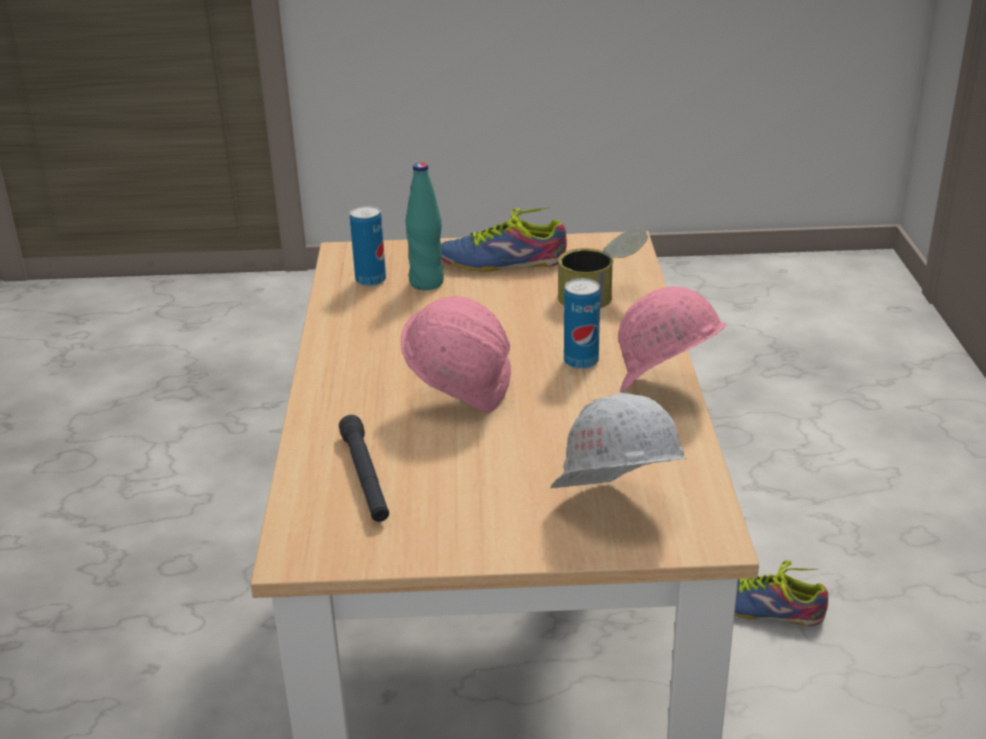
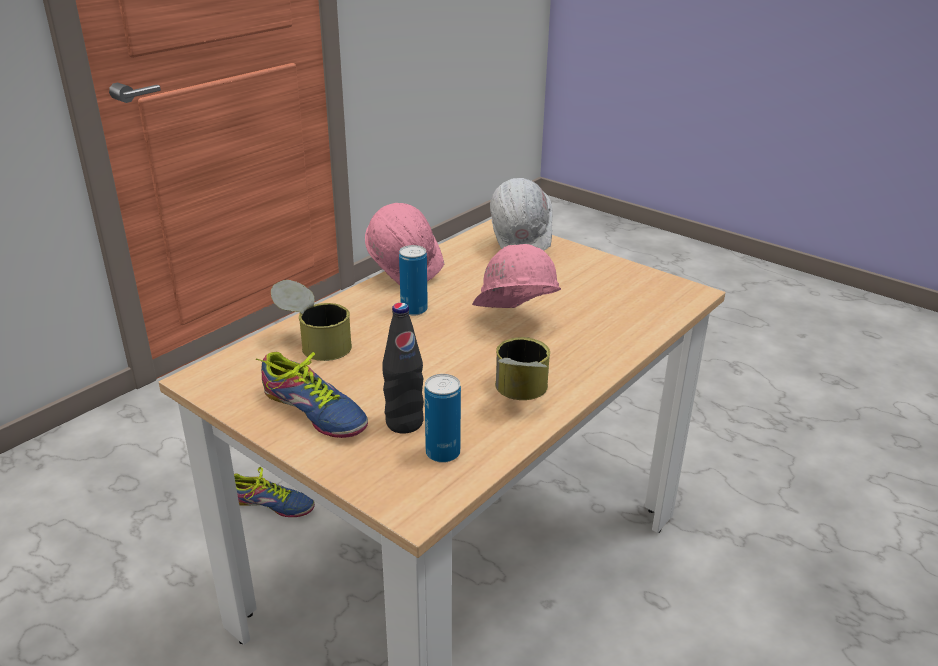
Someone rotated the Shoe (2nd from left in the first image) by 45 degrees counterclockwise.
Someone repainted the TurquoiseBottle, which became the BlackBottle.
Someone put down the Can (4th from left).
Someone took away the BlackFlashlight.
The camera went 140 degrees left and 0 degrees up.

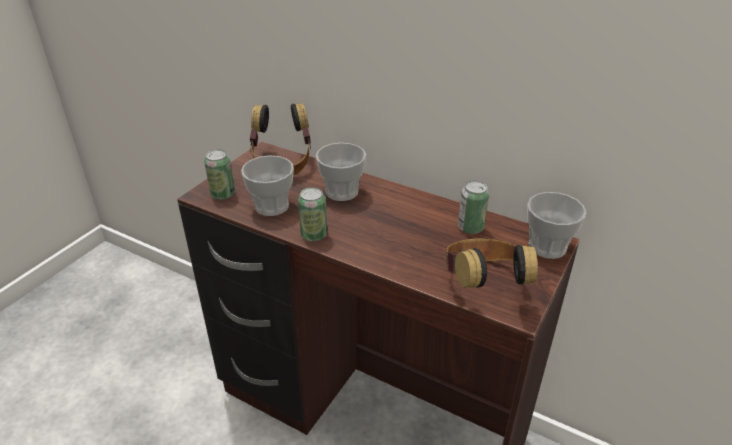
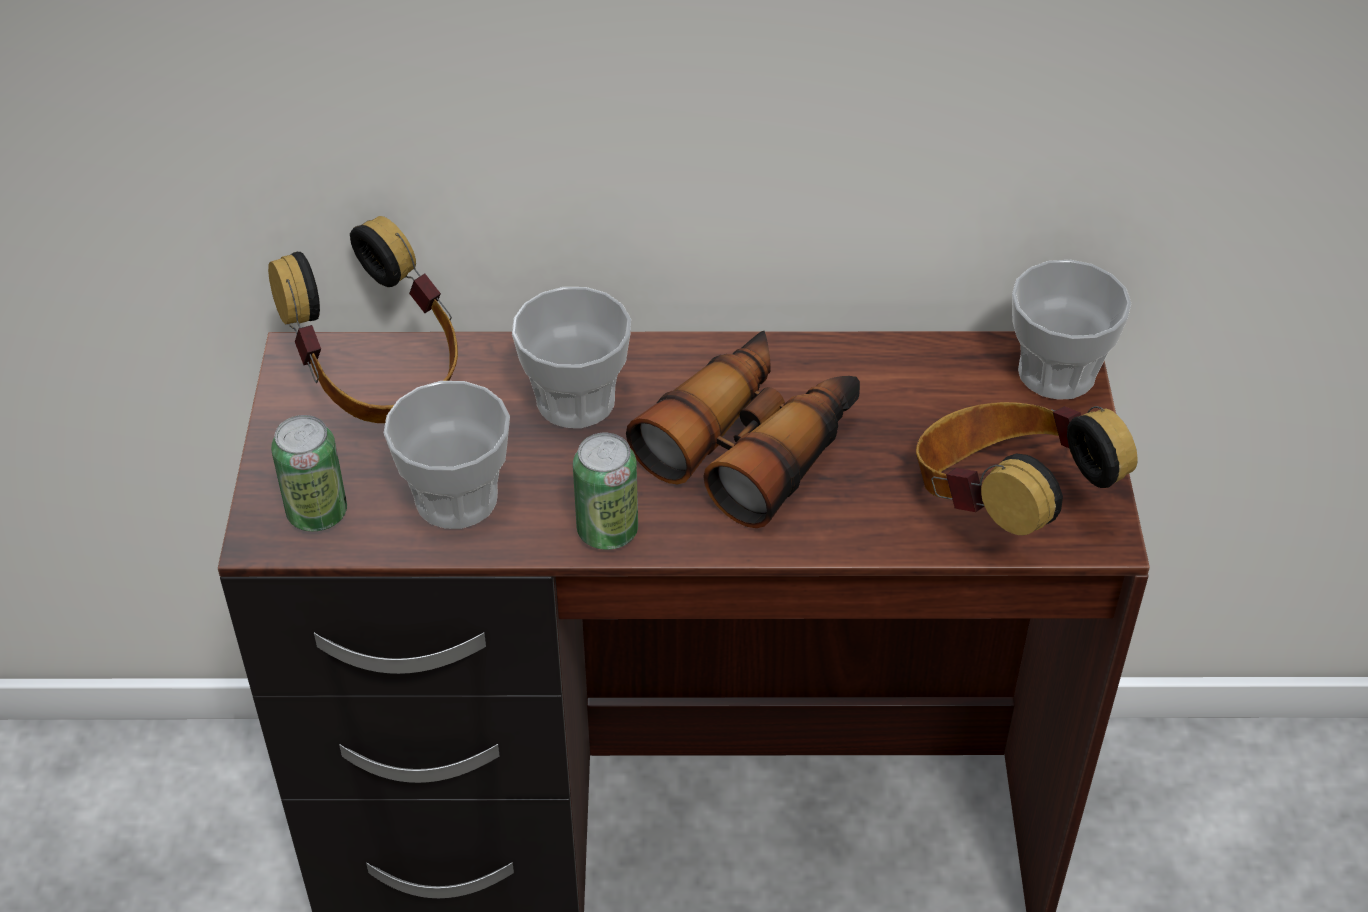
Someone put down the Binoculars.
Someone took away the Can (3rd from left).
The camera went 30 degrees left and 10 degrees up.

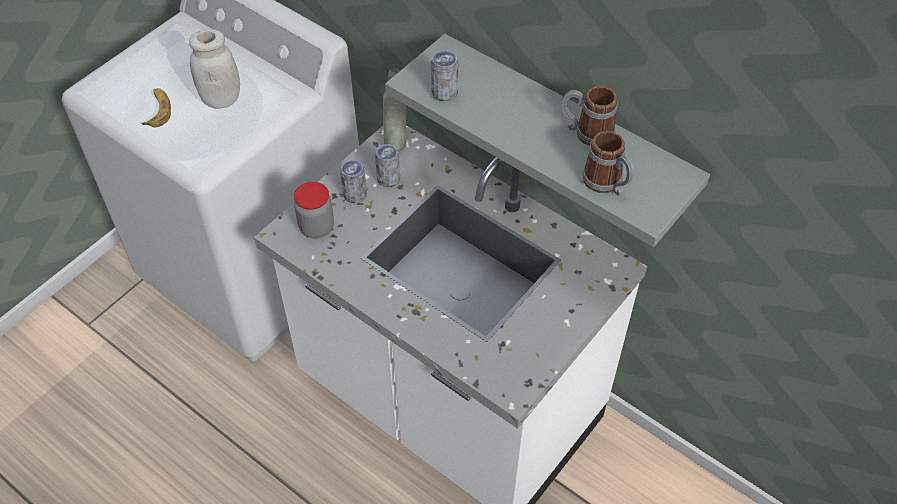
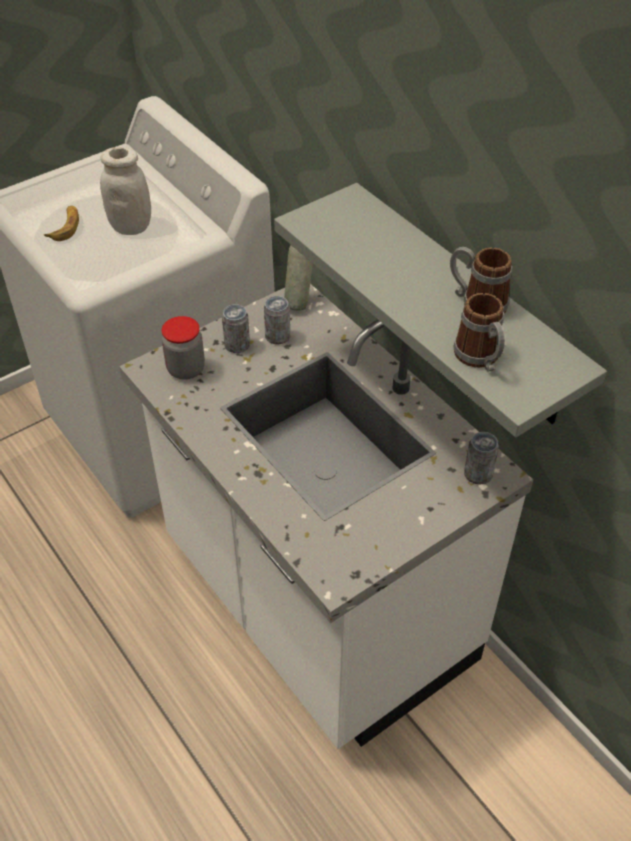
Someone carried the Can (3rd from left).
The camera went 15 degrees right and 5 degrees down.

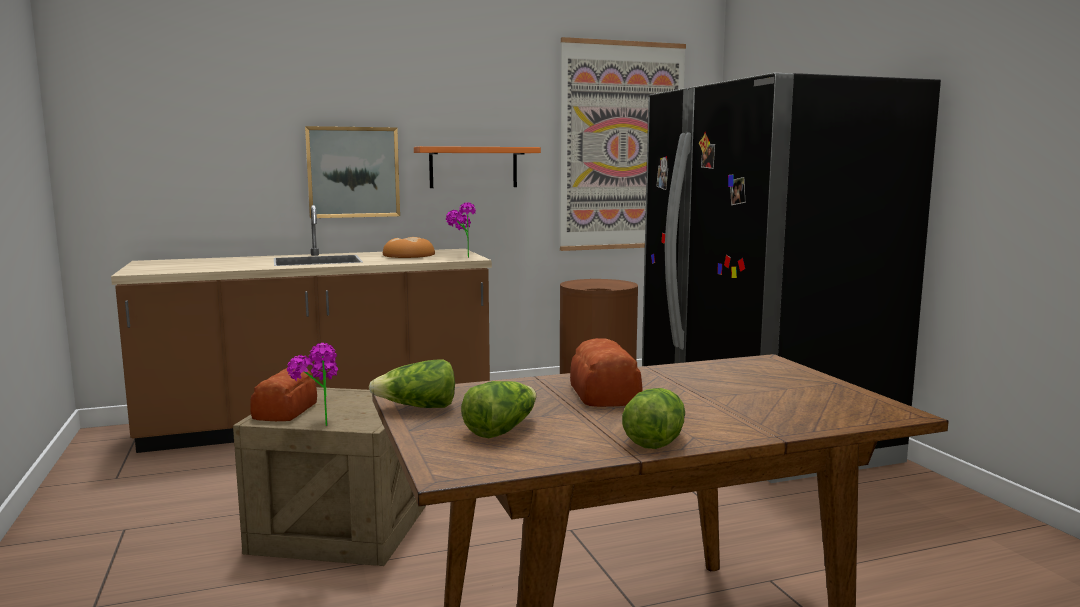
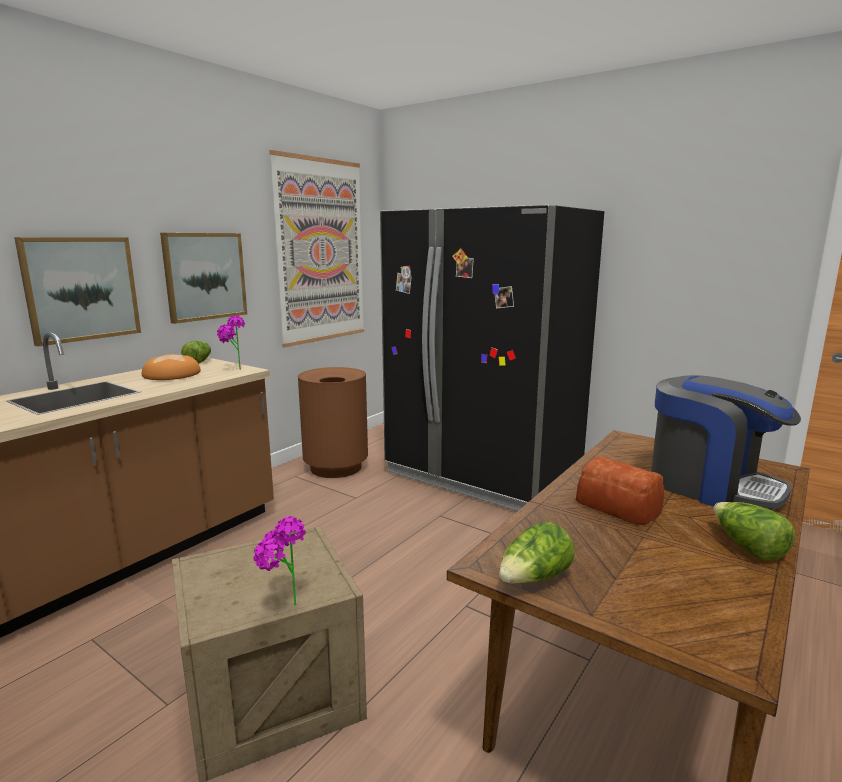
Someone swapped the OrangeShelf for the Picture (2nd from left).
Someone carried the Lettuce (2nd from left in the first image).
Someone put down the CoffeeMachine.
Someone took away the Bread (1st from left).
The camera went 35 degrees left and 5 degrees up.

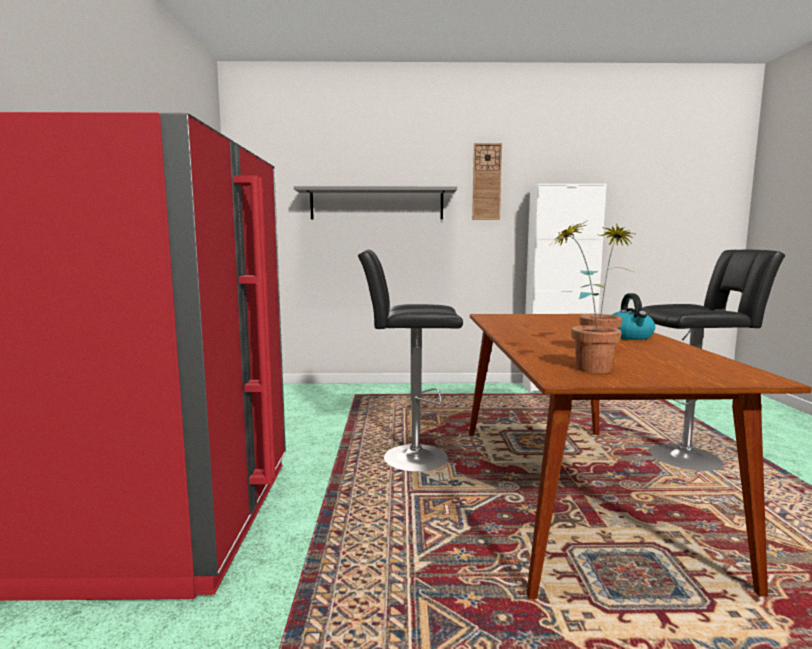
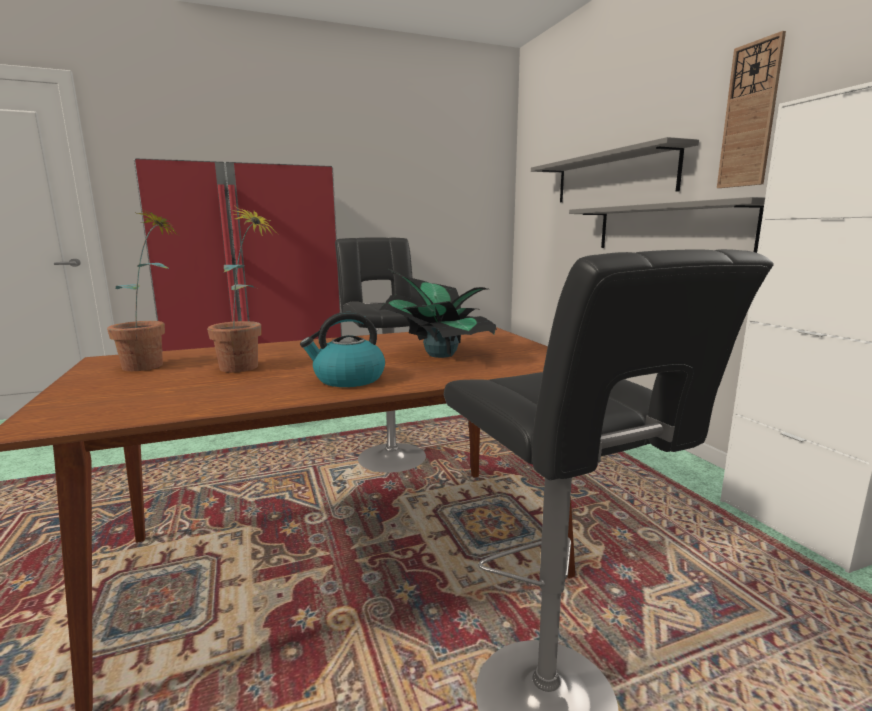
Someone put down the PottedPlant (3rd from left).
Someone put up the GreyShelf (2nd from left).
The camera went 70 degrees right and 5 degrees up.

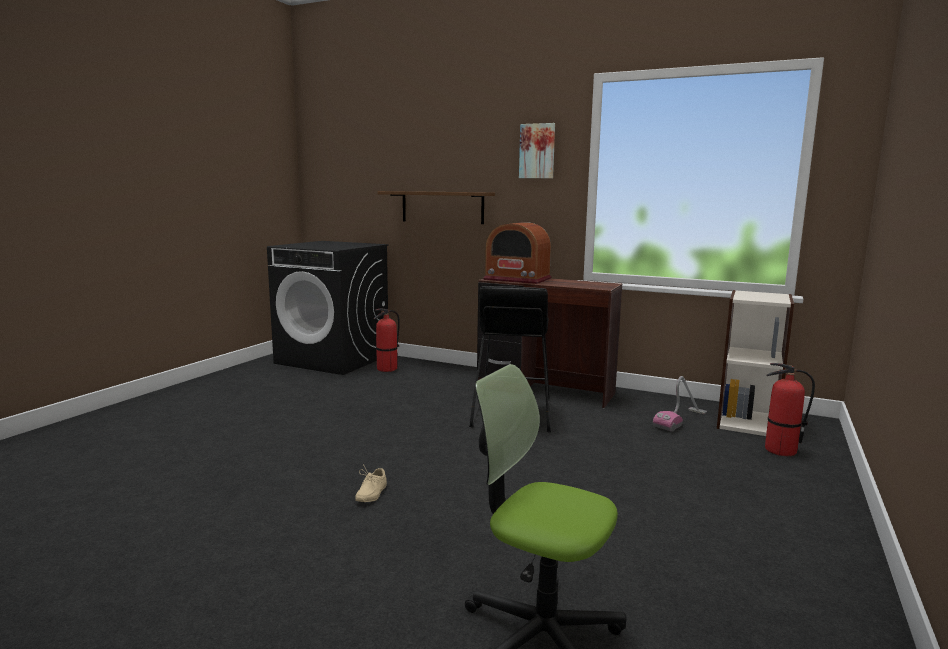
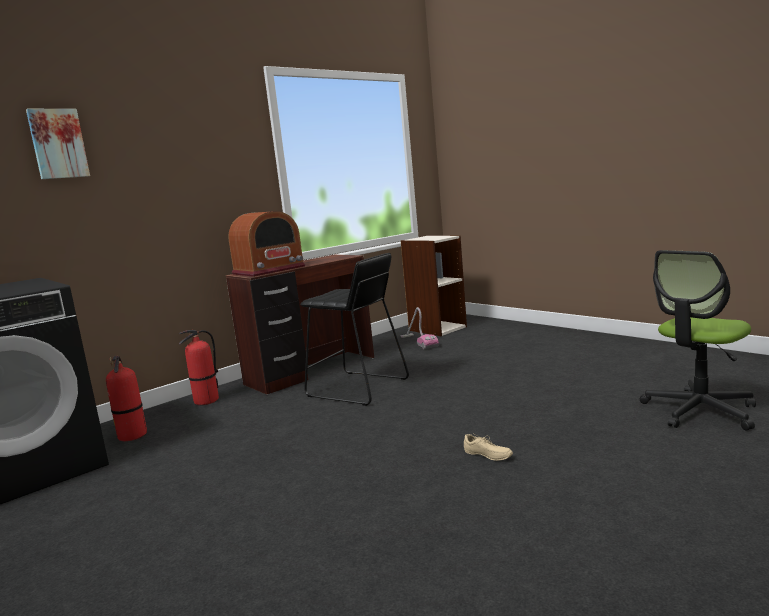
Someone carried the Picture.
Someone carried the FireExtinguisher (2nd from left).
Someone took away the BrownShelf.
The camera went 65 degrees left and 0 degrees up.

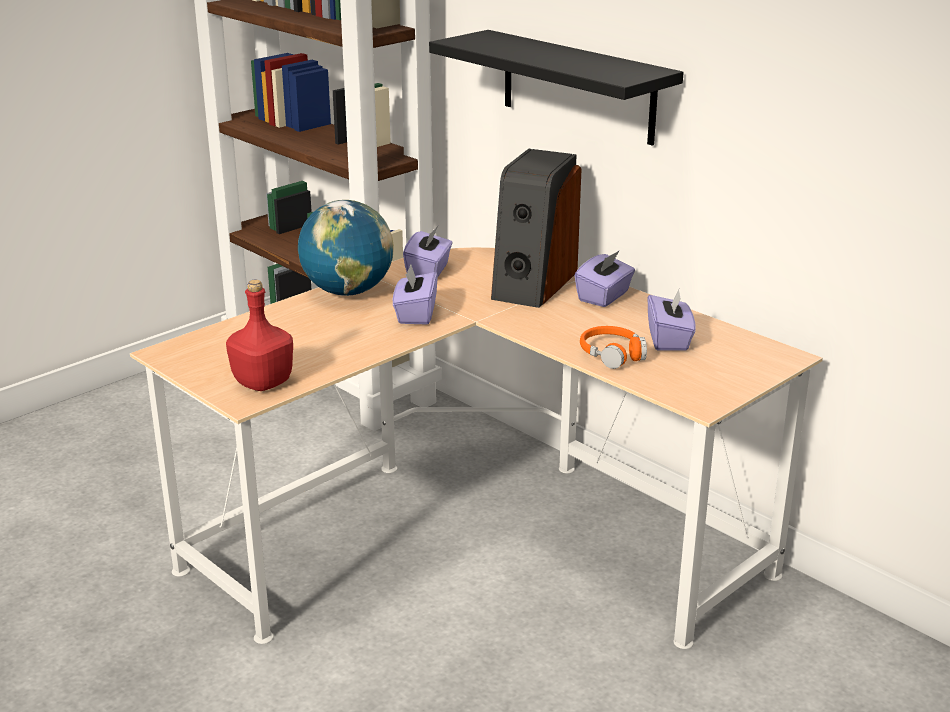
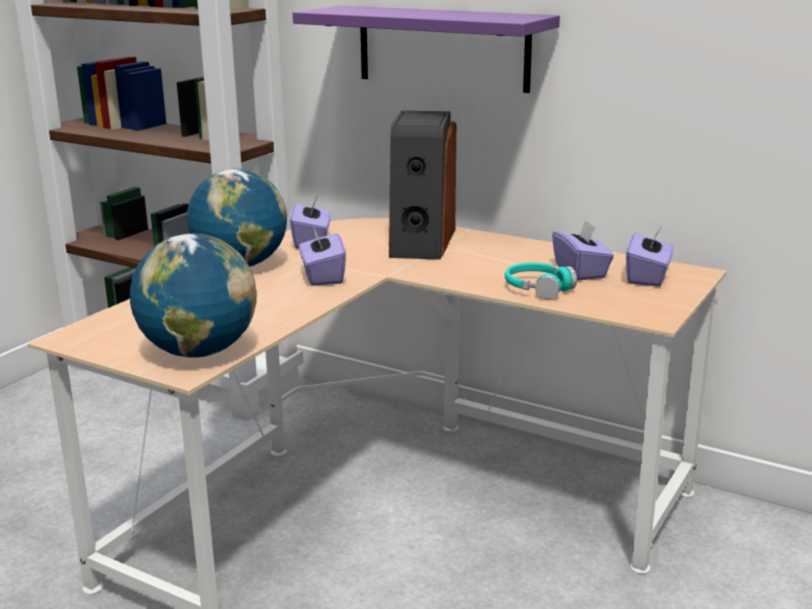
Someone swapped the RedBottle for the Globe (1st from left).
Someone repainted the BlackShelf, which became the PurpleShelf.
Someone repainted the OrangeHeadphones, which became the TurquoiseHeadphones.
Someone carried the PurpleTissueBox (3rd from left in the first image).
The camera went 15 degrees left and 5 degrees down.

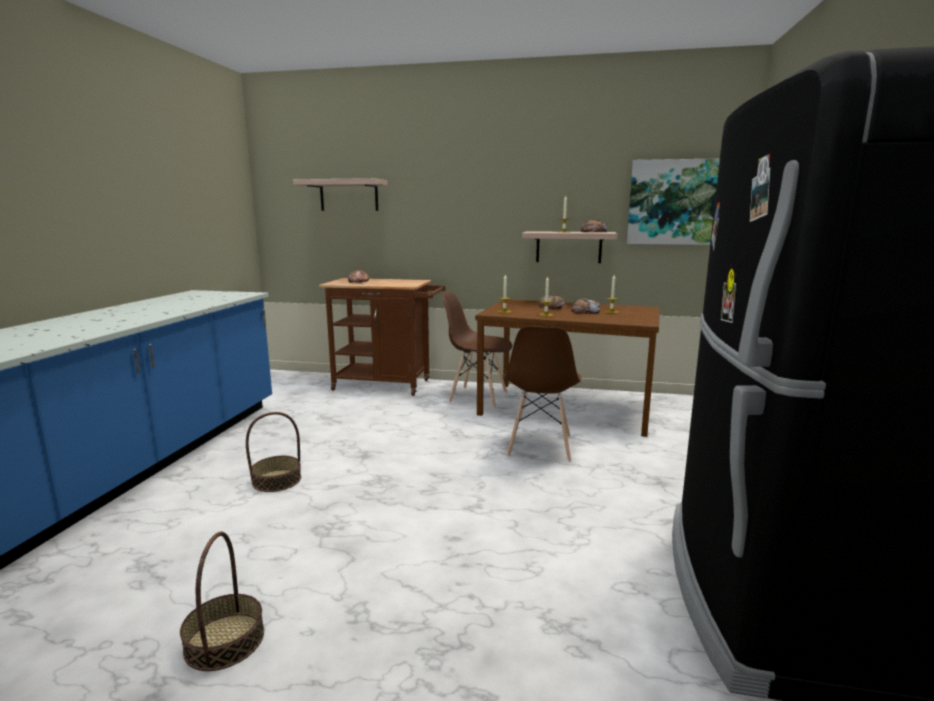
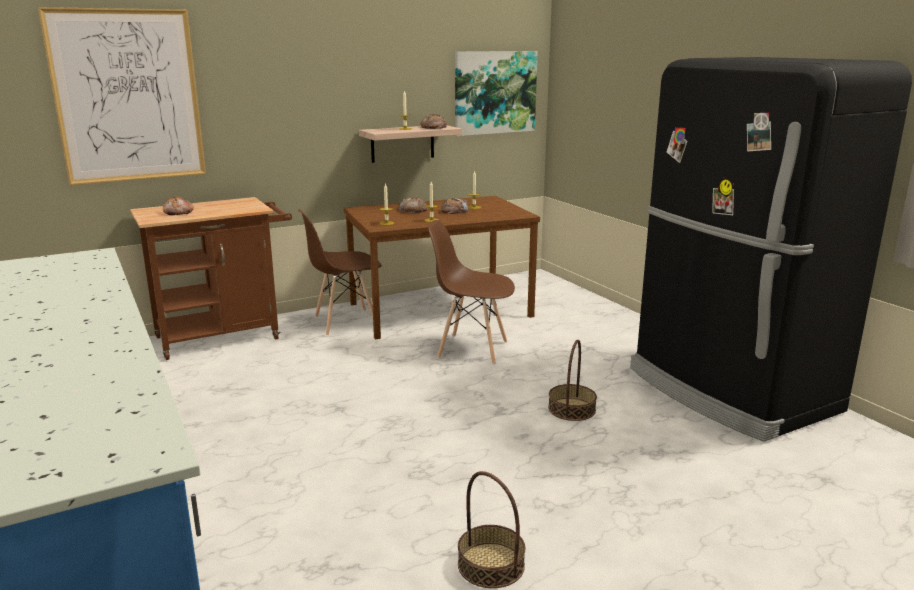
Someone swapped the Shelf (1st from left) for the Picture (1st from left).
Someone rotated the BrownChair (2nd from left) by 135 degrees clockwise.
Someone carried the Basket (2nd from left).
The camera went 40 degrees left and 5 degrees up.

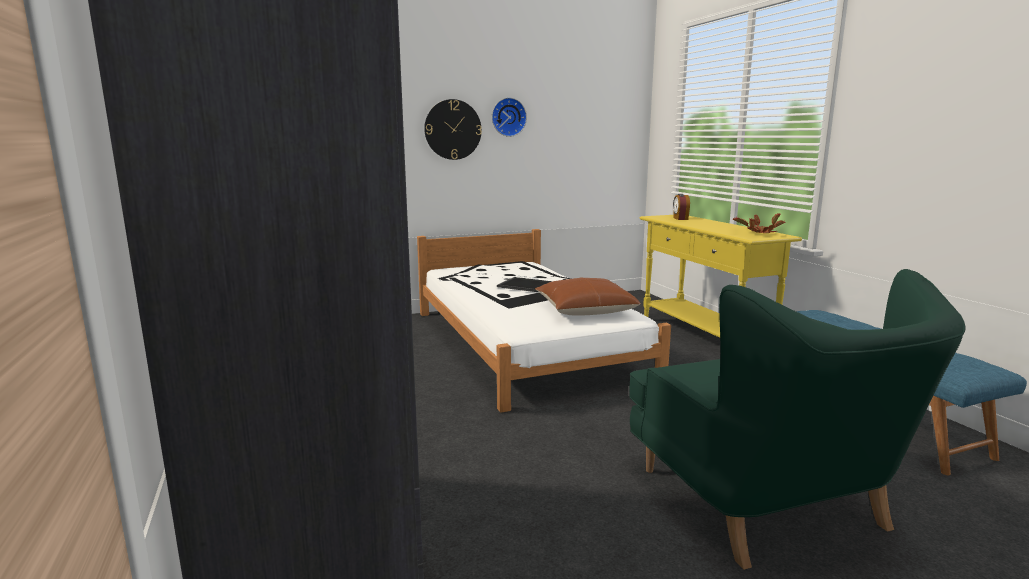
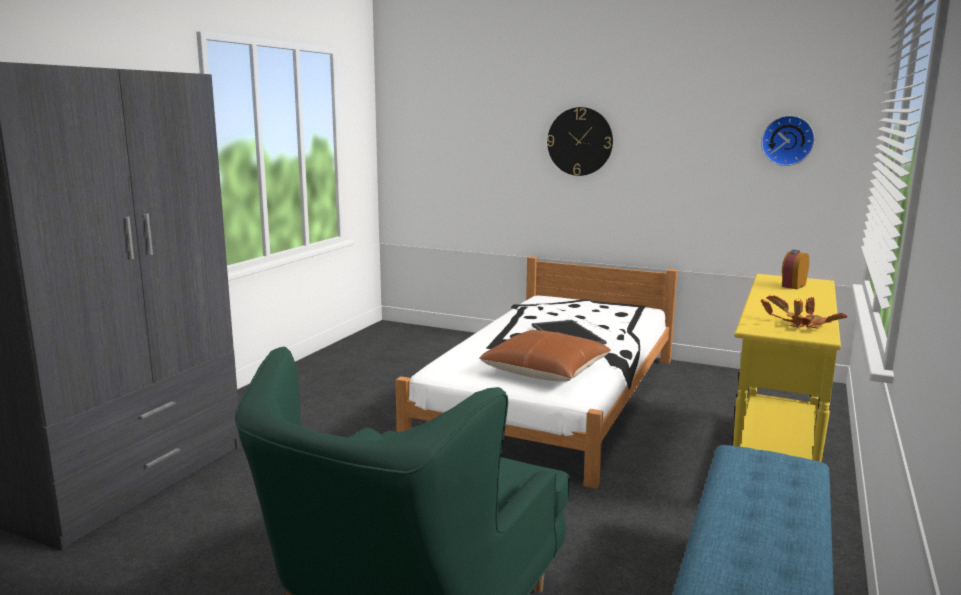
Someone carried the WallClock (2nd from left).
The camera went 45 degrees right and 0 degrees up.

